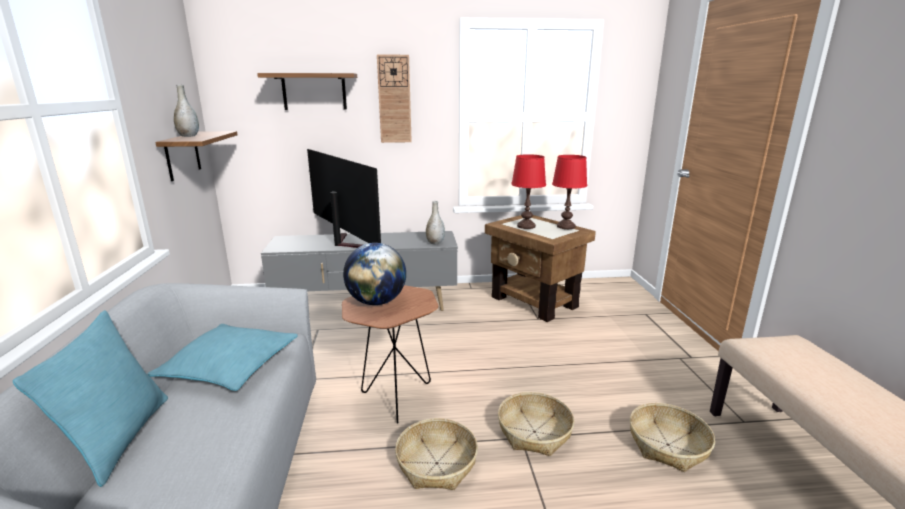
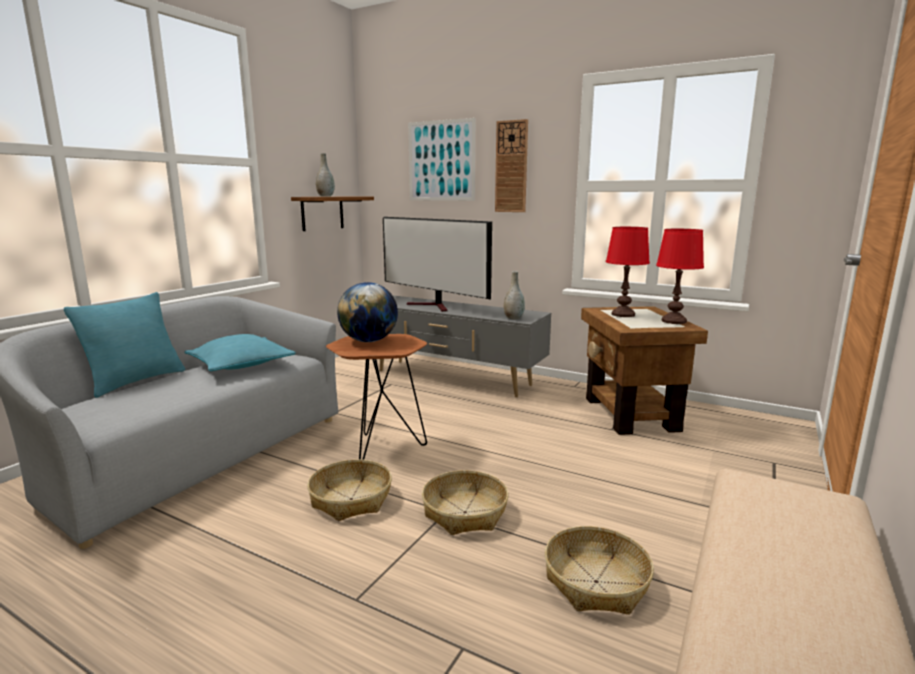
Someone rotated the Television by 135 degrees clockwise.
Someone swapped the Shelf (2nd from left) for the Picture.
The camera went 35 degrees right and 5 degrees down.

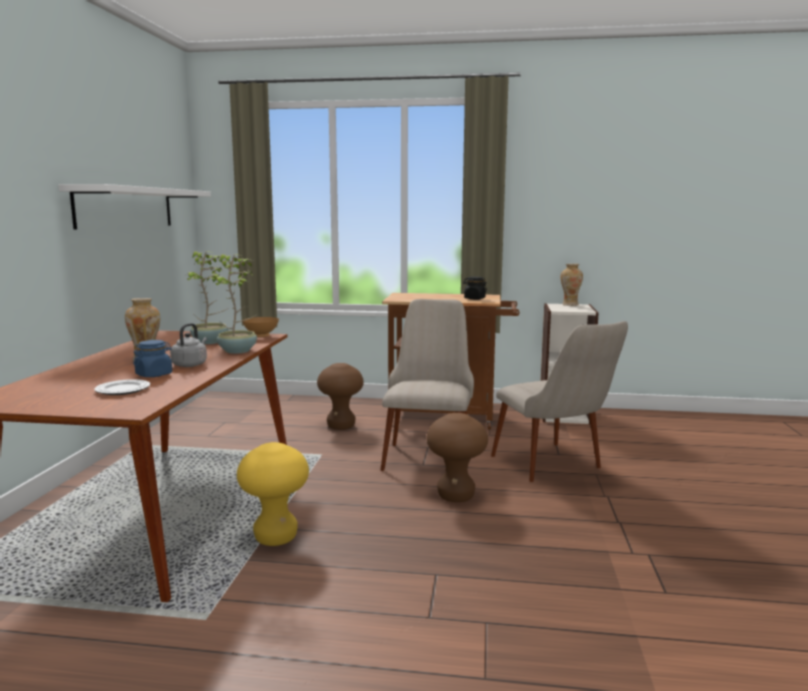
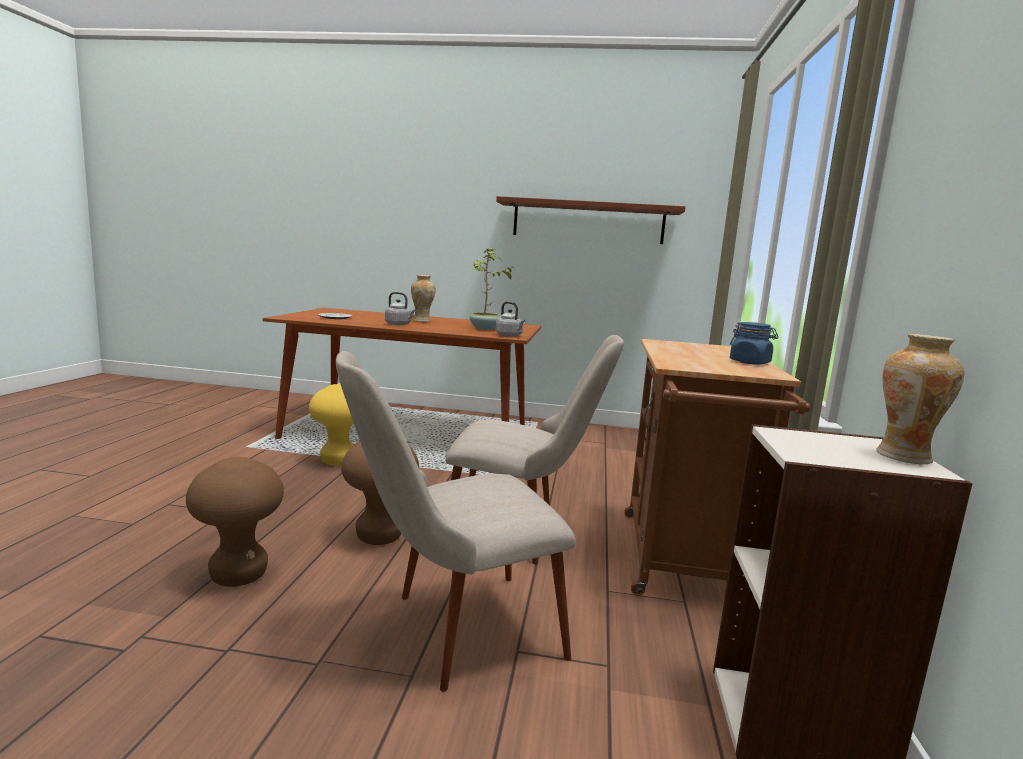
Someone carried the BrownStool (1st from left).
Someone repainted the WhiteShelf, which became the BrownShelf.
Someone swapped the BrownBowl for the GreyKettle (2nd from left).
Someone carried the BlueJar.
Someone took away the PottedPlant (2nd from left).
Someone took away the BlackJar.
The camera went 90 degrees right and 0 degrees up.

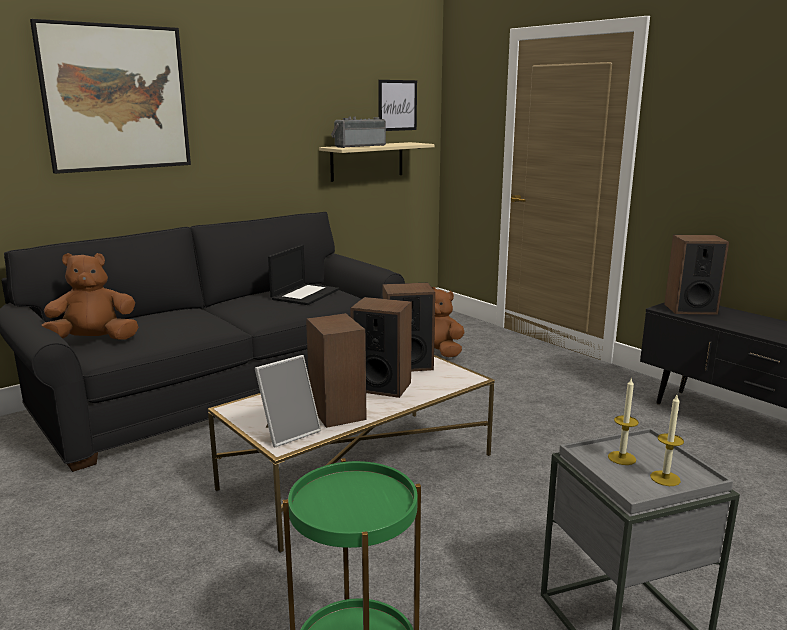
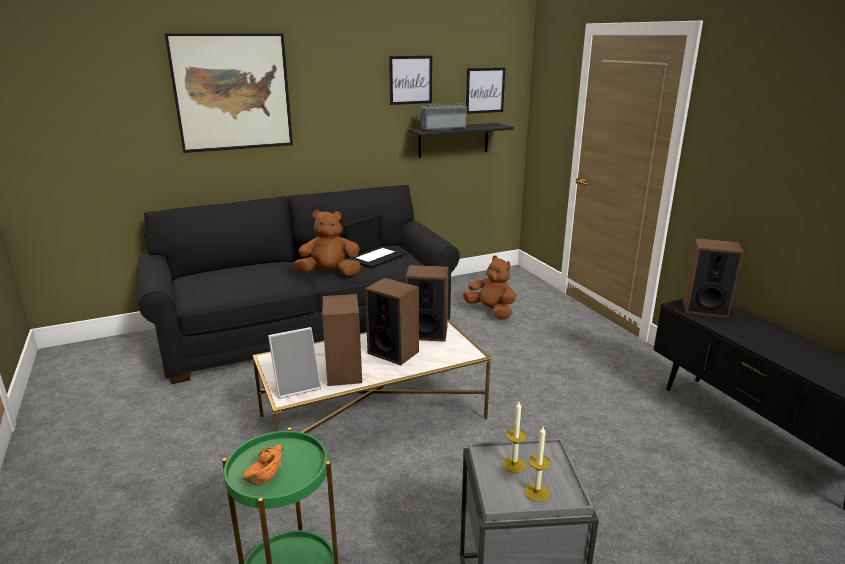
Someone put down the OrangeBowl.
Someone carried the BrownPlushToy (1st from left).
Someone put up the Picture (2nd from left).
Someone repainted the BeigeShelf, which became the BlackShelf.
The camera went 15 degrees right and 5 degrees up.

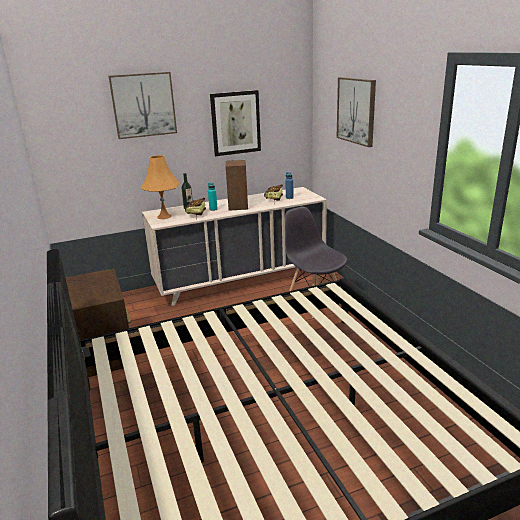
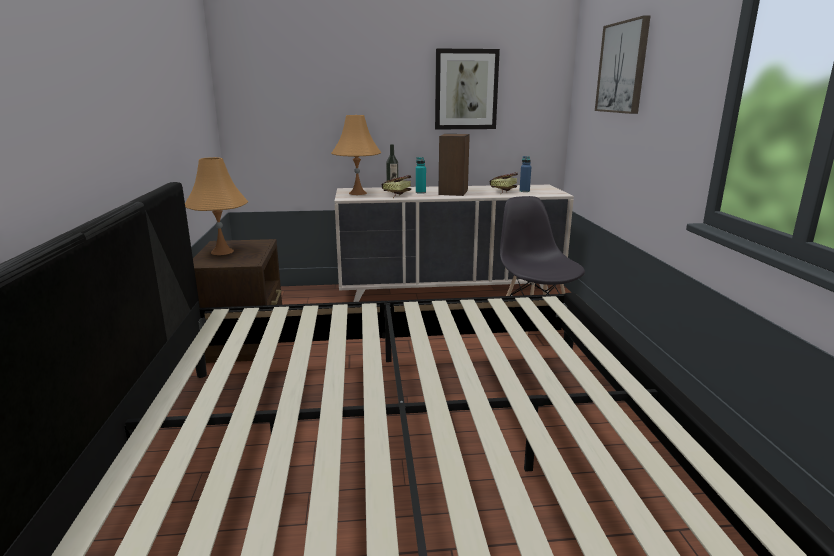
Someone put down the OrangeTableLamp (1st from left).
Someone took away the Picture (1st from left).
The camera went 15 degrees right and 5 degrees down.

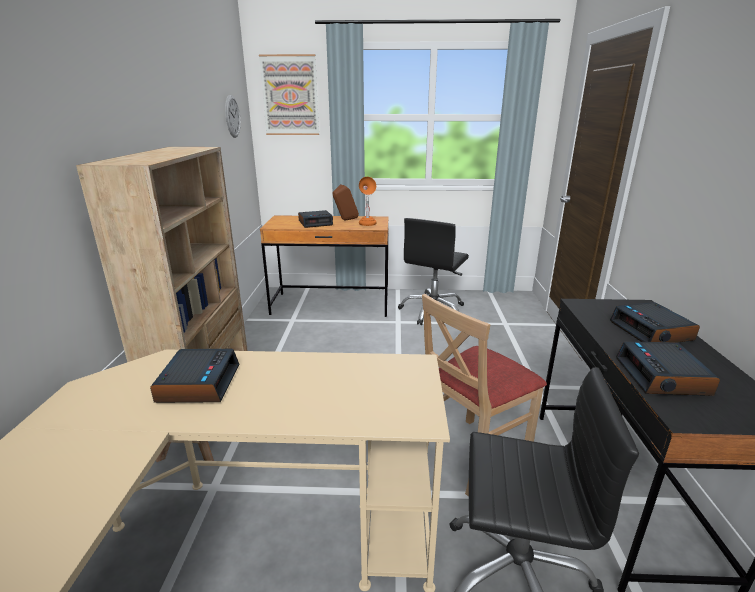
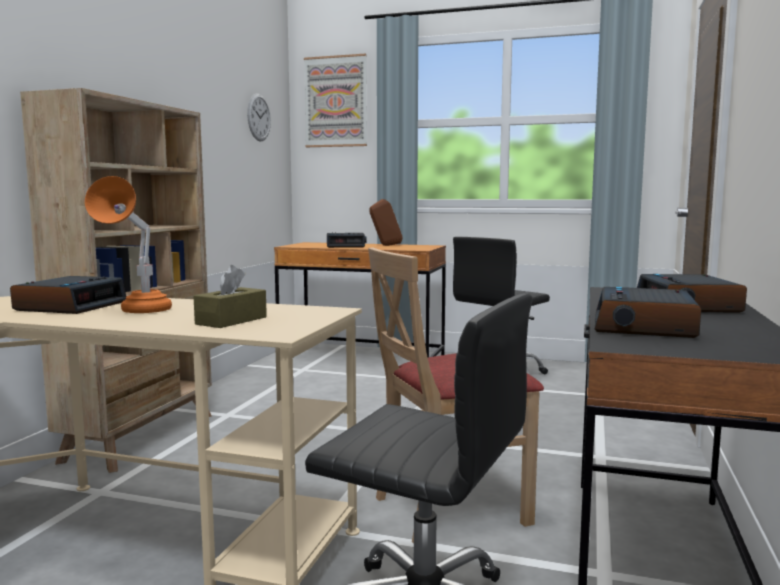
Someone carried the OrangeTableLamp.
Someone put down the BrownTissueBox.
The camera went 15 degrees right and 15 degrees down.

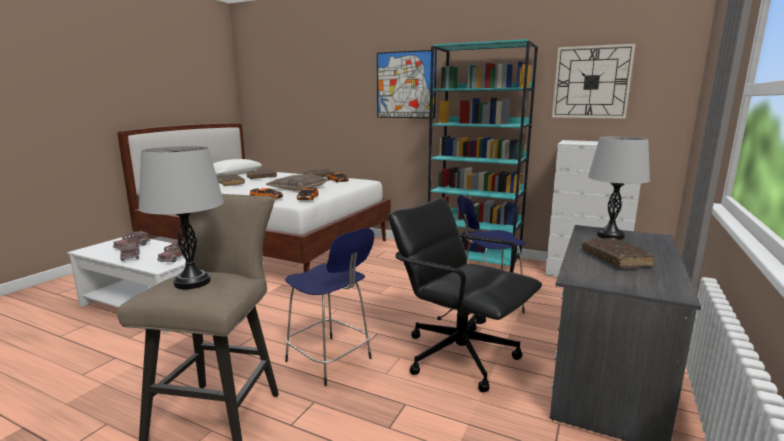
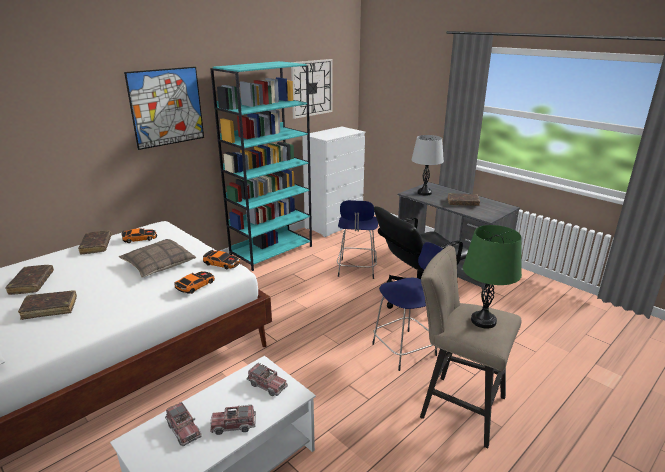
Someone repainted the GreyTableLamp (1st from left), which became the GreenTableLamp.
The camera went 70 degrees left and 10 degrees up.

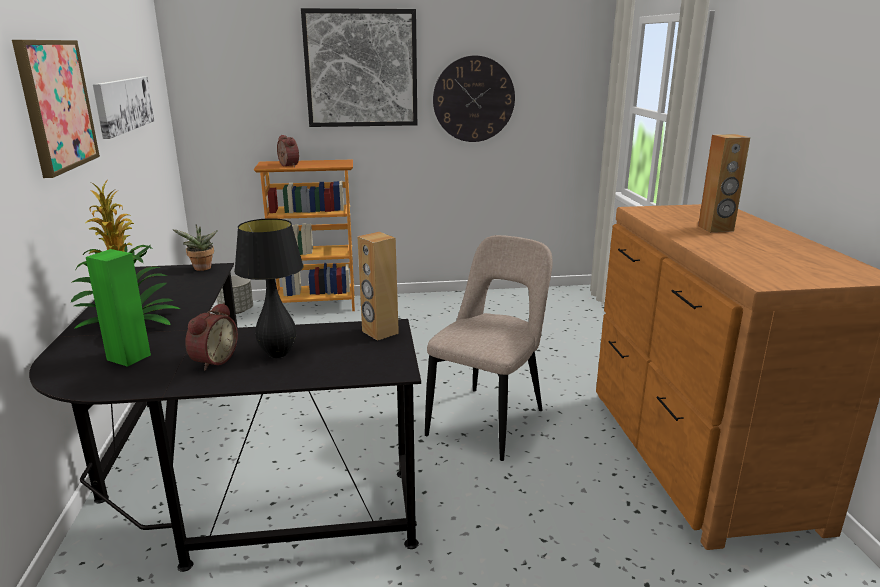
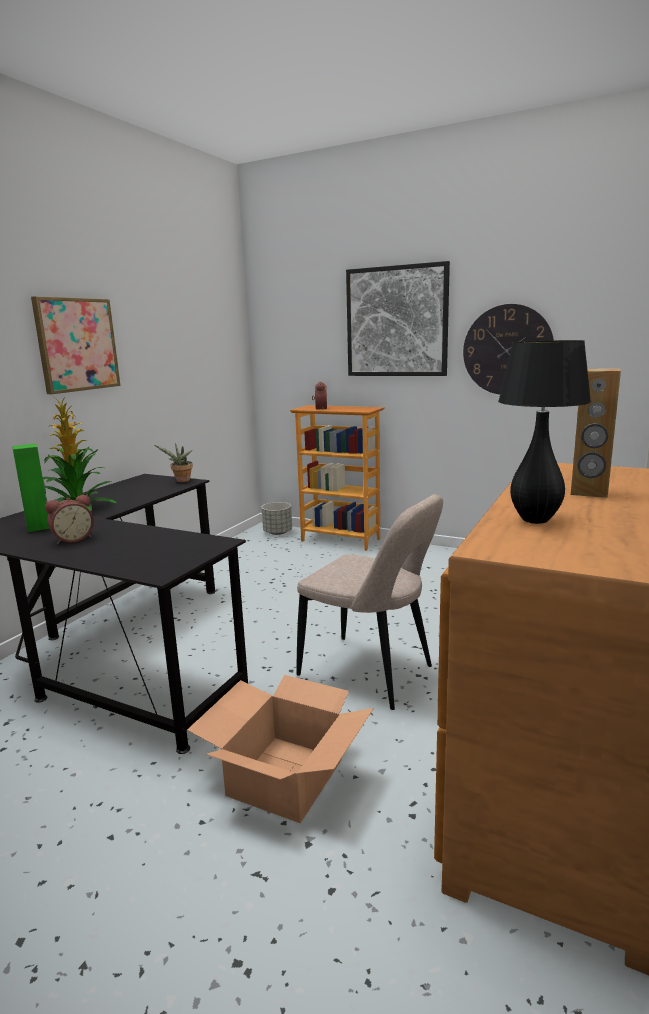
Someone put down the CardboardBox.
Someone rotated the BeigeChair by 60 degrees clockwise.
Someone carried the BlackTableLamp.
Someone took away the Picture (2nd from left).
Someone took away the BrownSpeaker (1st from left).
The camera went 35 degrees right and 5 degrees down.

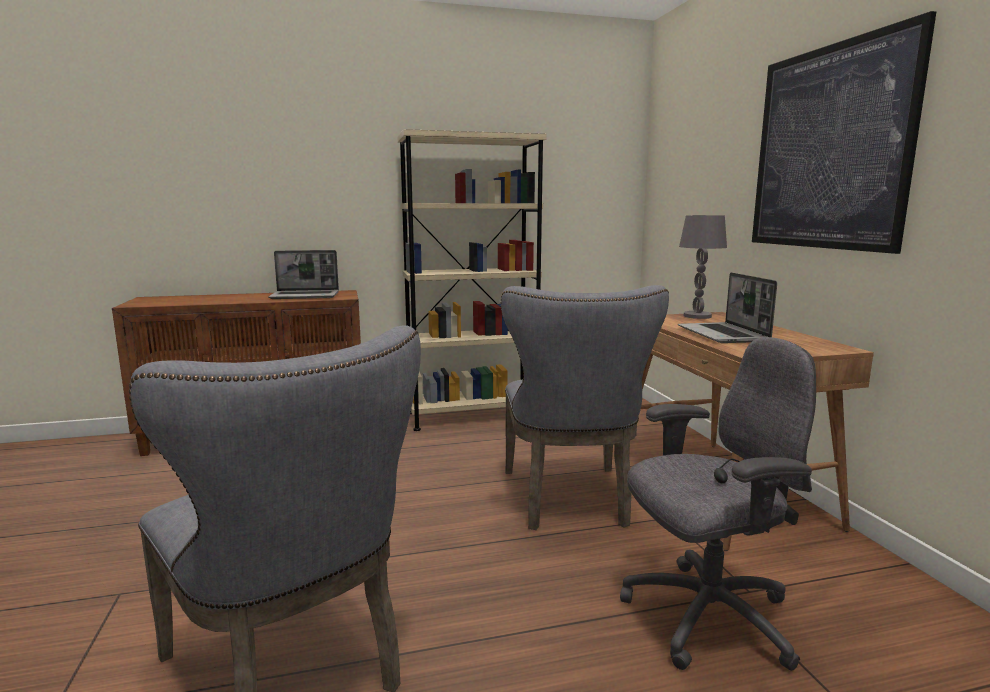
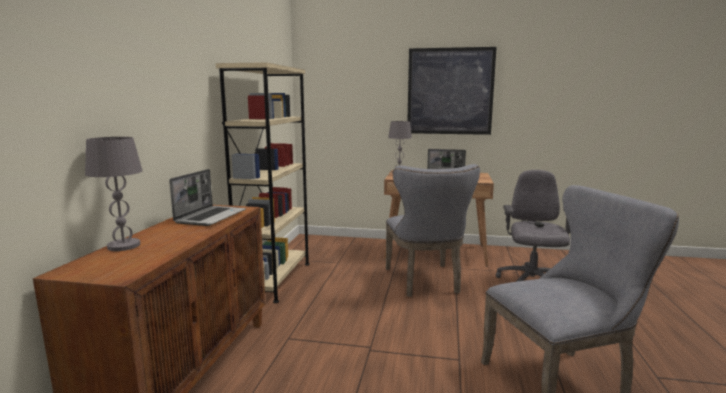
Someone put down the GreyTableLamp (1st from left).
Someone rotated the GreyChair (2nd from left in the first image) by 60 degrees clockwise.
The camera went 65 degrees left and 0 degrees up.

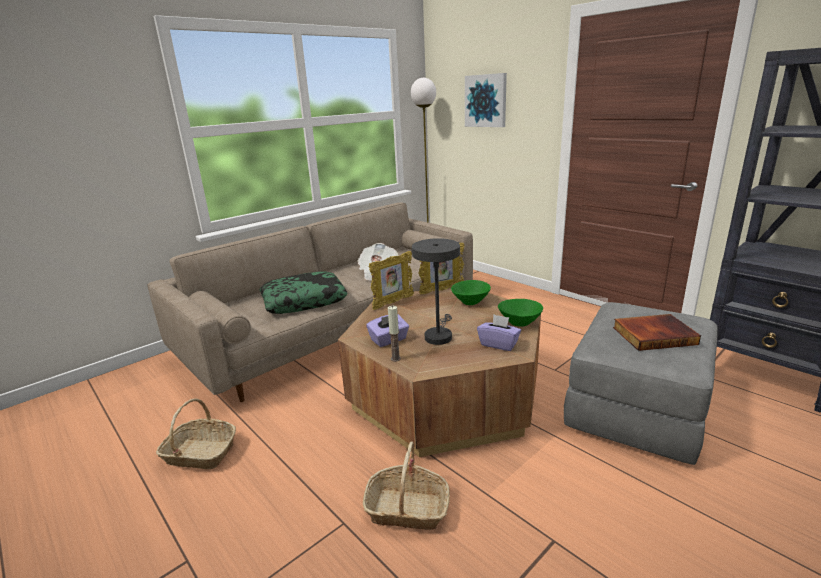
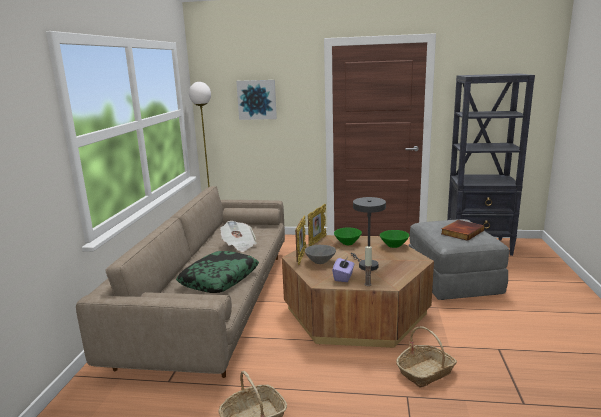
Someone put down the GreyBowl.
Someone took away the PurpleTissueBox (2nd from left).
The camera went 40 degrees left and 5 degrees down.

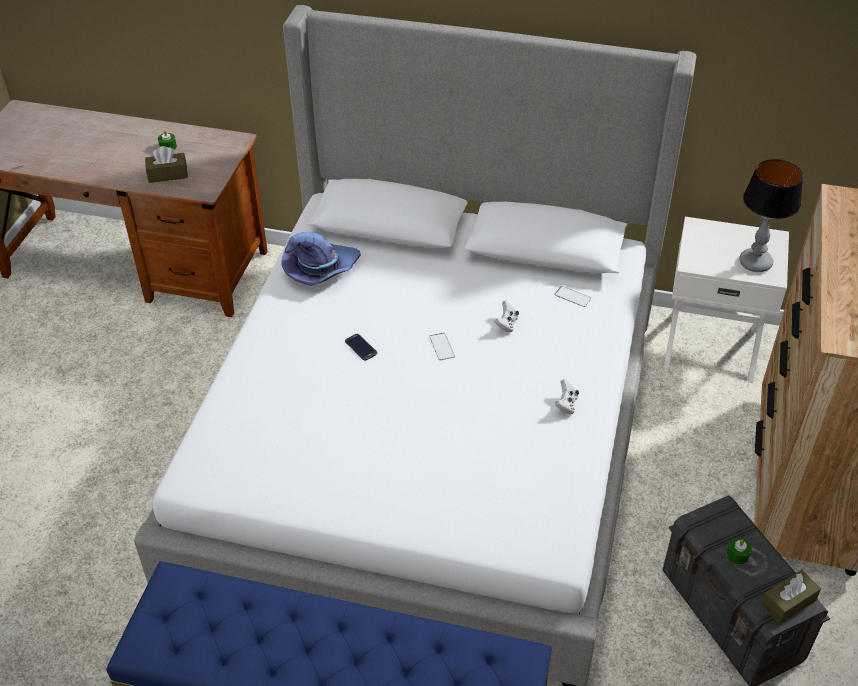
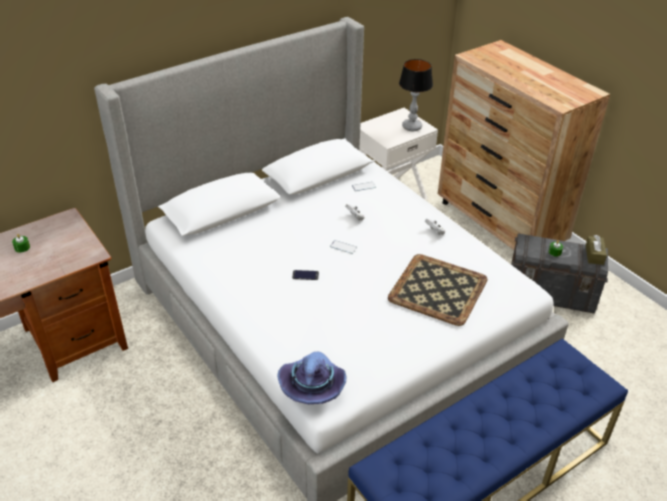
Someone carried the PurpleHat.
Someone put down the Tray.
Someone took away the BrownTissueBox (1st from left).
The camera went 50 degrees left and 5 degrees down.

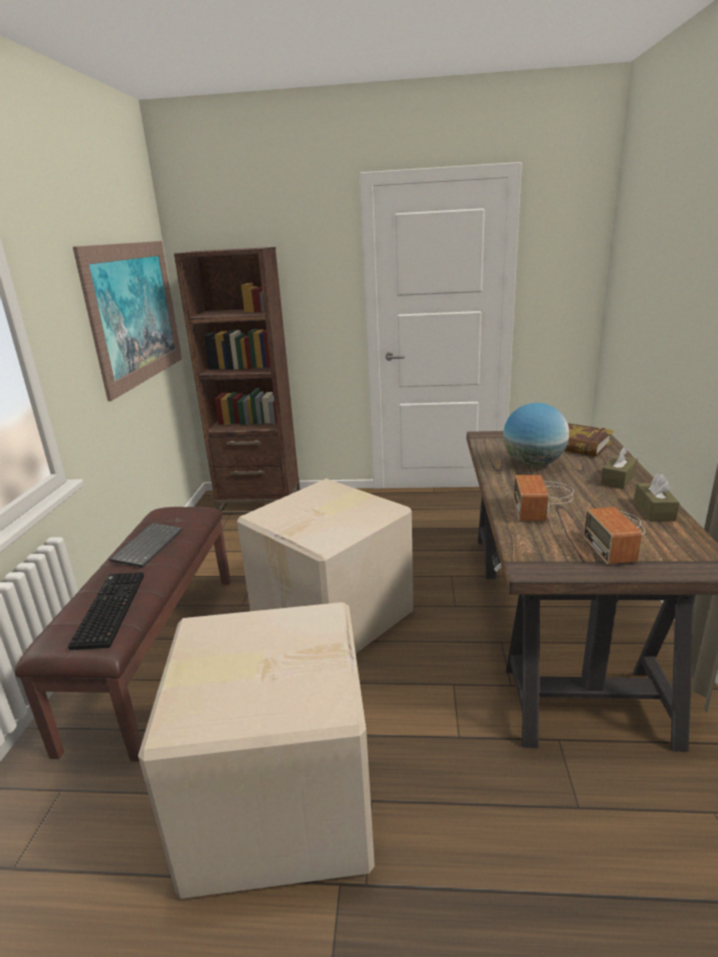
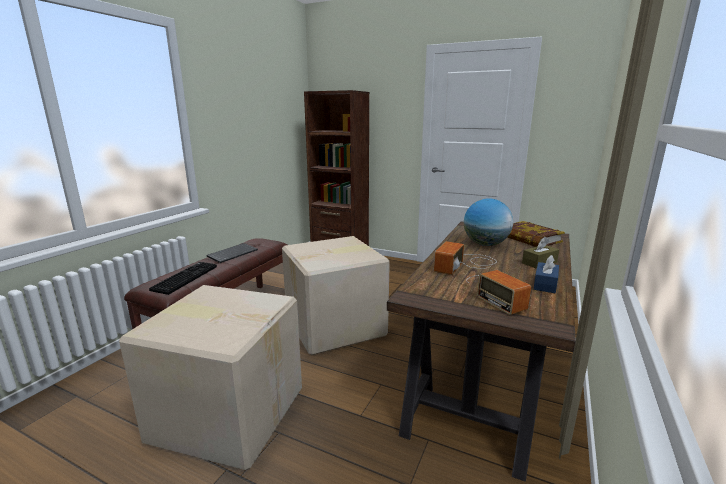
Someone rotated the Radio (2nd from left) by 45 degrees counterclockwise.
Someone repainted the BrownTissueBox (2nd from left), which became the BlueTissueBox.
Someone took away the Picture.
The camera went 20 degrees right and 5 degrees down.

